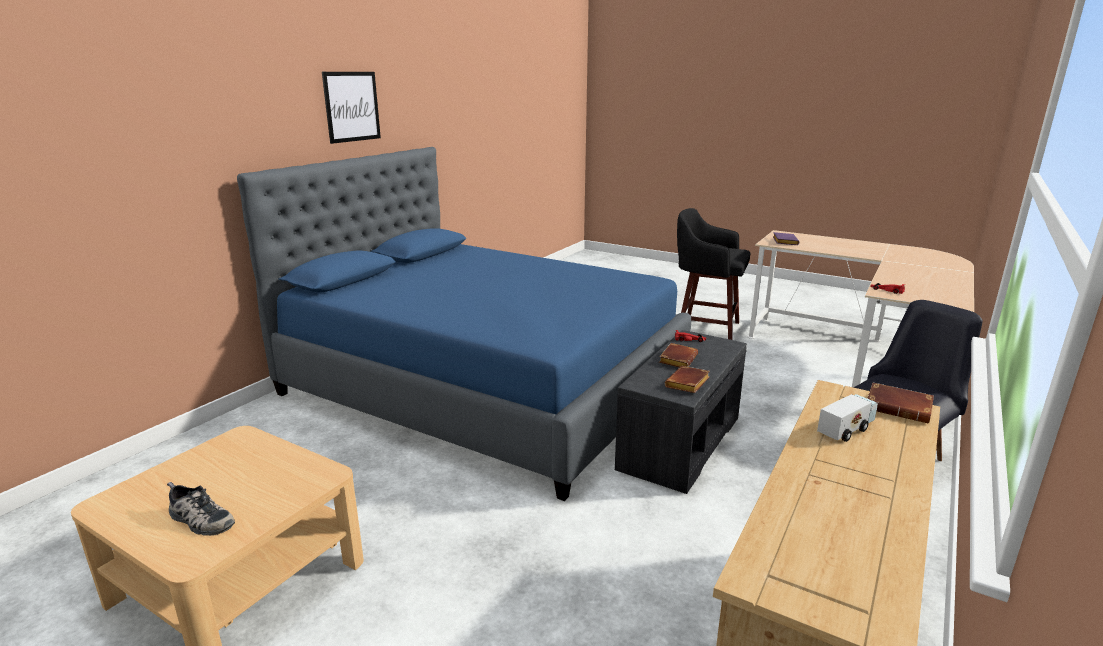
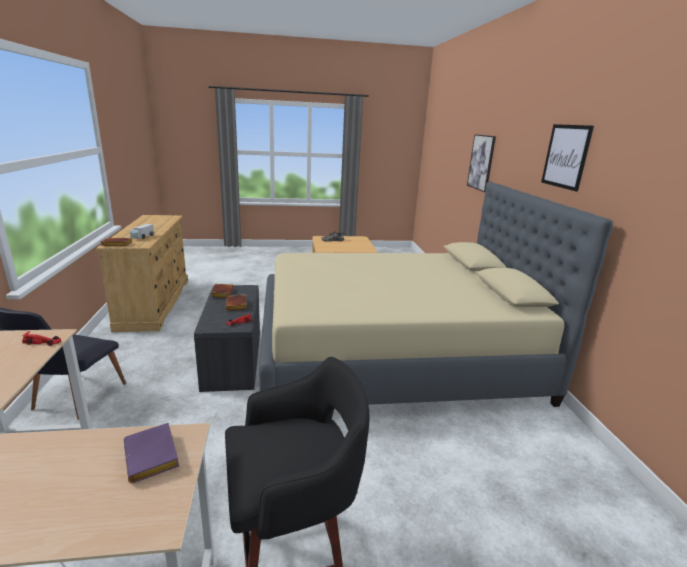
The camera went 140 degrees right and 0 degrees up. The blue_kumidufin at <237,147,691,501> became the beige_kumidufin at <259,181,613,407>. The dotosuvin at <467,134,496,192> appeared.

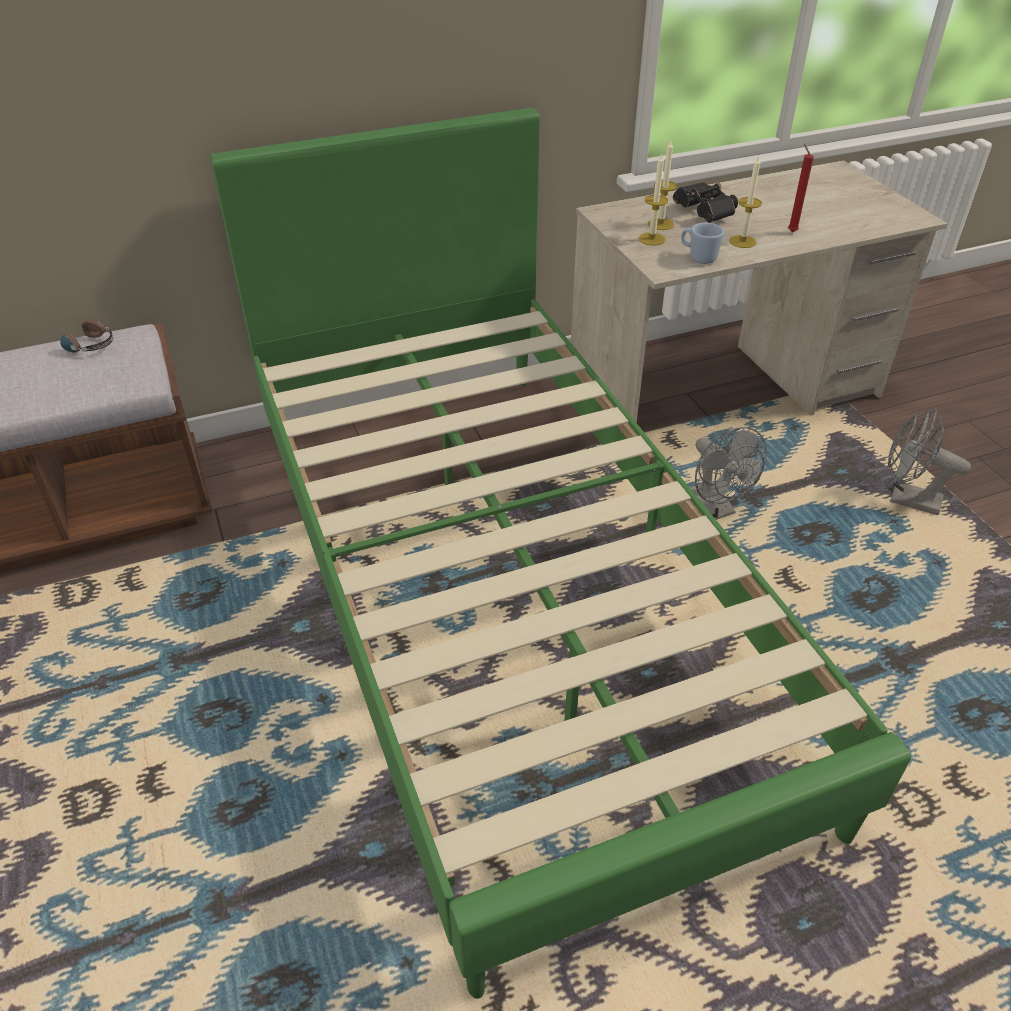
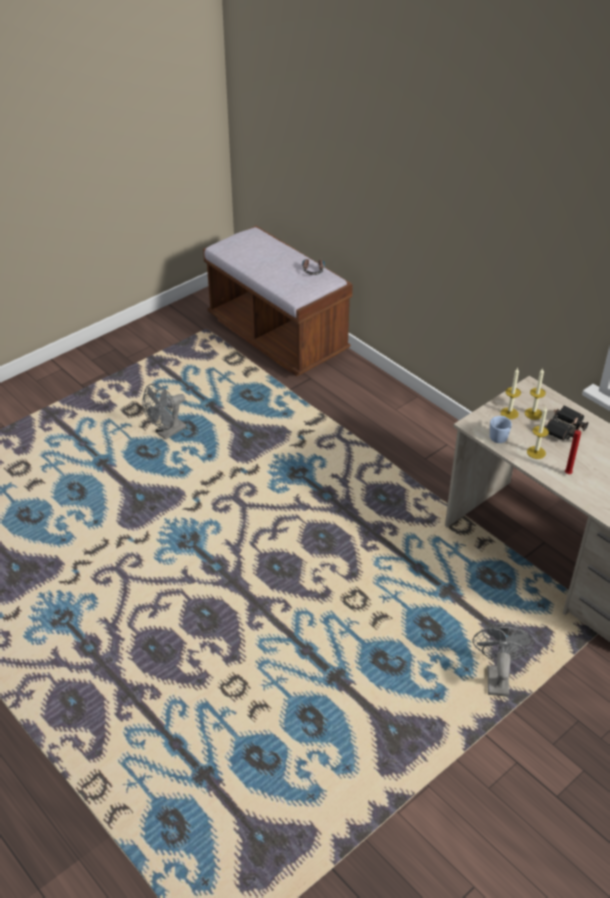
The camera went 70 degrees right and 0 degrees up. The green_kumidufin at <210,108,911,999> disappeared. The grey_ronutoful moved from <689,427,767,520> to <142,384,186,440>.

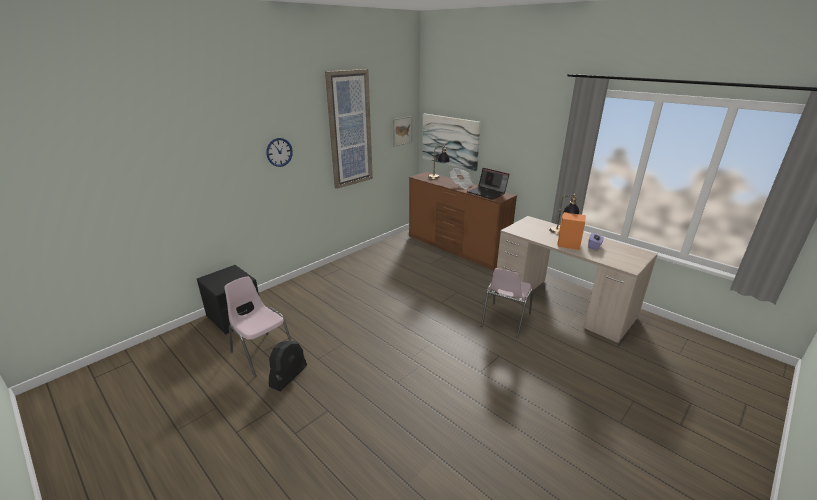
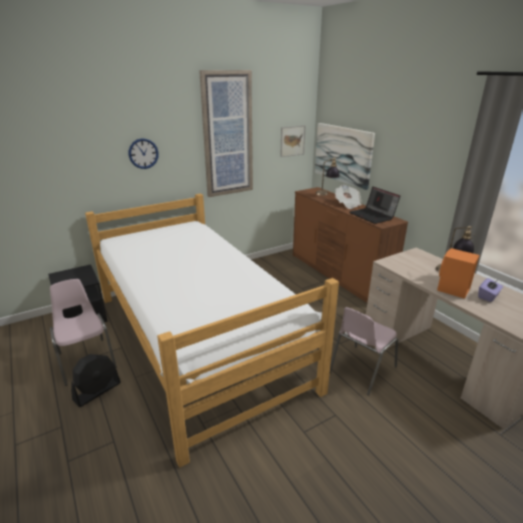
The camera went 15 degrees right and 0 degrees up. The kumidufin at <85,194,339,467> appeared.

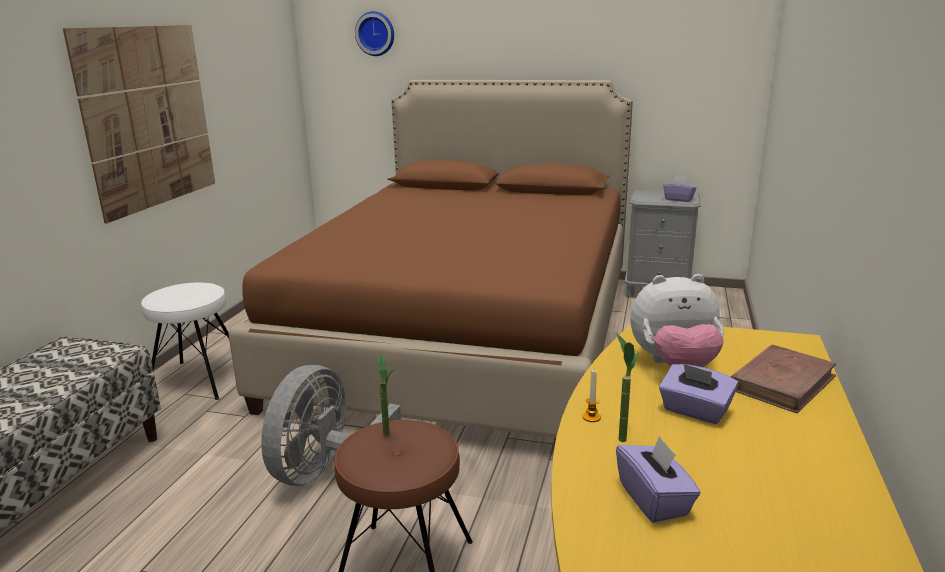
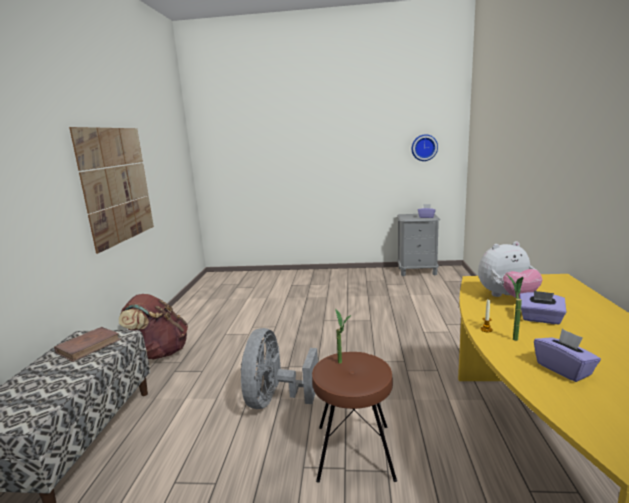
The camera went 10 degrees left and 5 degrees down. The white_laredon at <141,283,229,400> was replaced by the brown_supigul at <119,294,188,359>. The brown_kumidufin at <228,80,633,438> disappeared. The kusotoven moved from <355,11,394,56> to <411,134,438,161>. The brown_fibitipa moved from <731,344,836,413> to <54,327,121,362>.

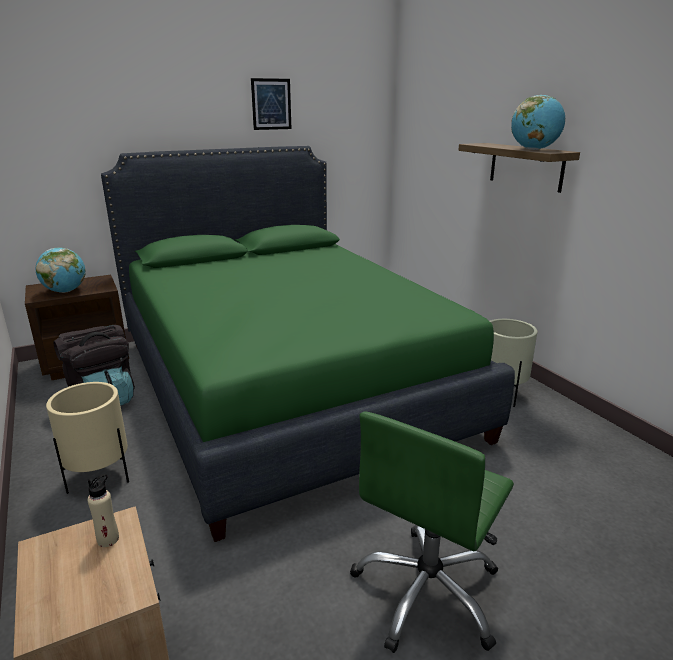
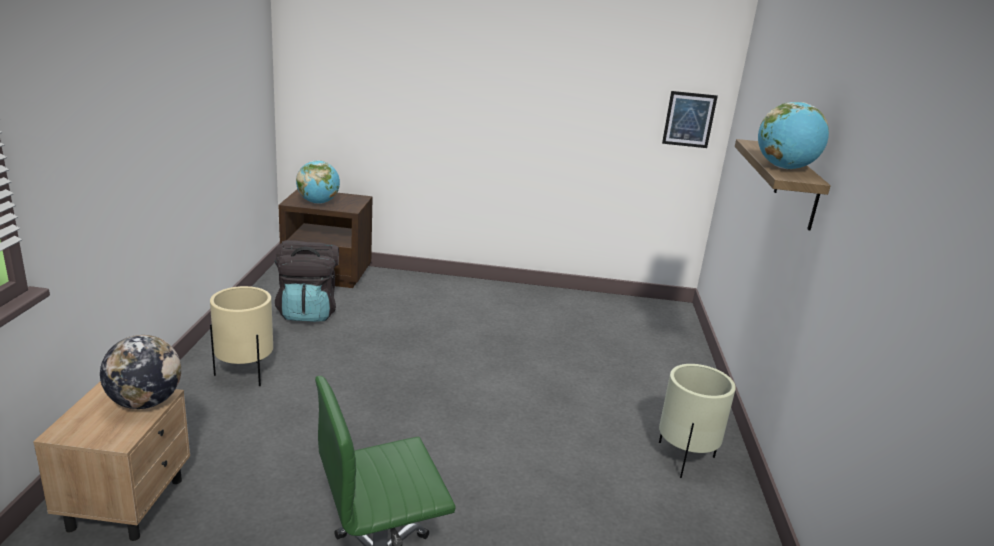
The camera went 30 degrees right and 0 degrees up. The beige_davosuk at <88,474,119,547> was replaced by the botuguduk at <100,335,181,409>. The green_kumidufin at <101,146,515,542> disappeared. The dotosuvin moved from <251,78,291,130> to <662,91,718,148>.

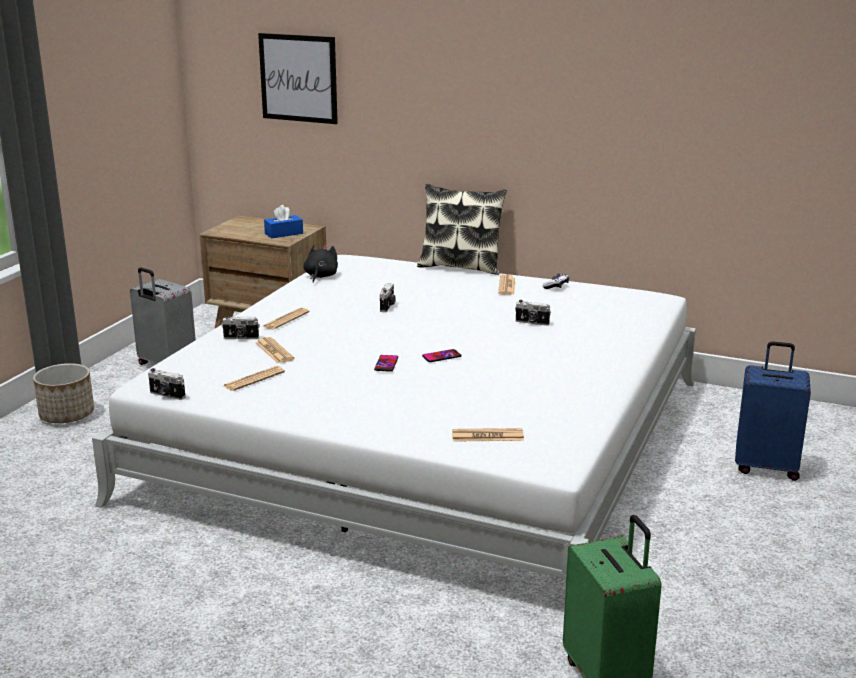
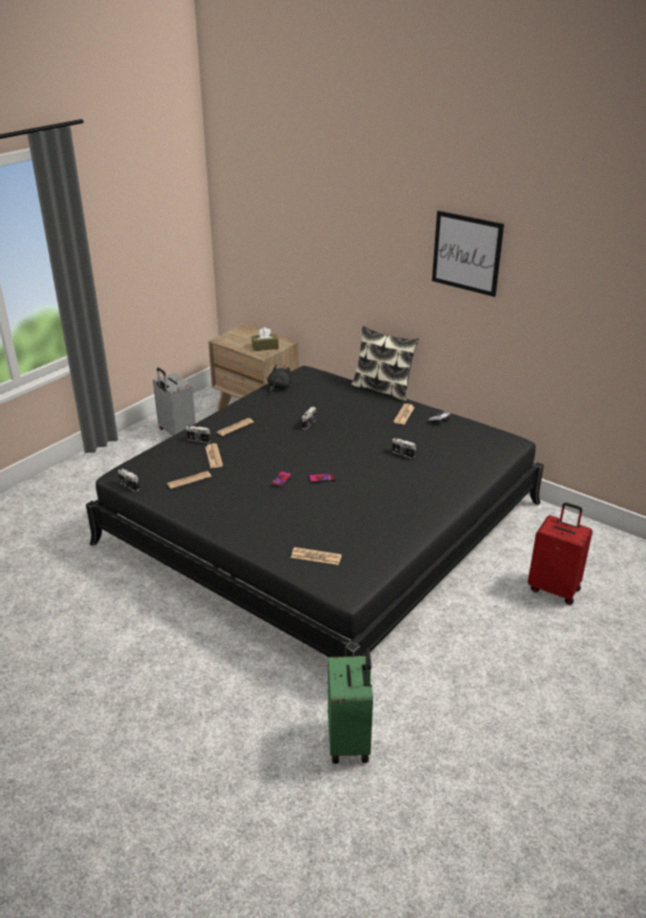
The camera went 15 degrees right and 10 degrees up. The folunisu at <33,363,94,423> disappeared. The white_kumidufin at <92,255,696,579> became the black_kumidufin at <86,366,544,657>. The dotosuvin moved from <258,33,338,124> to <432,211,504,297>. The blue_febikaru at <264,205,303,239> became the brown_febikaru at <252,327,279,351>. The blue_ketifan at <735,341,811,481> became the red_ketifan at <528,502,592,605>.

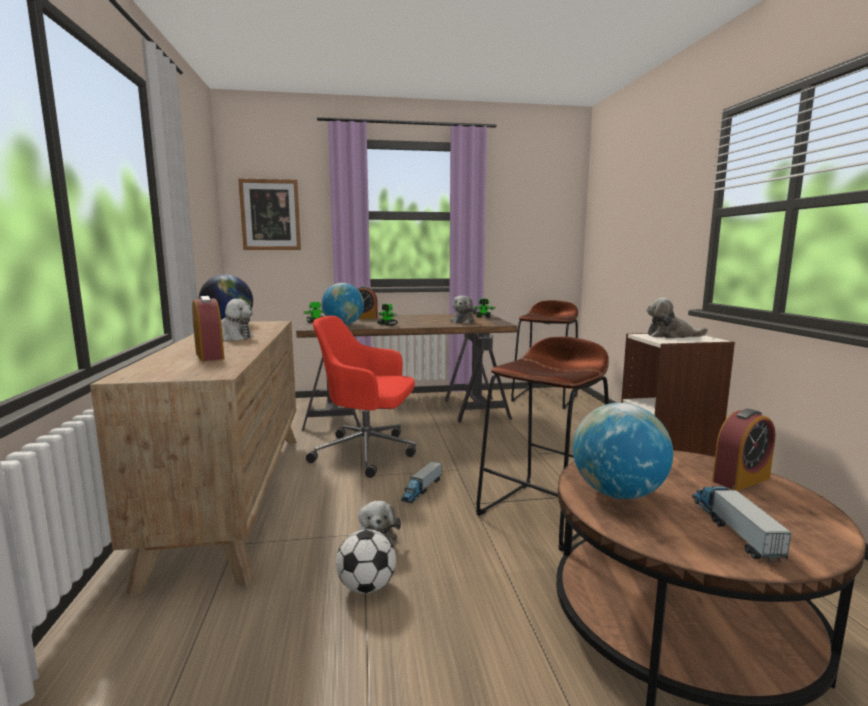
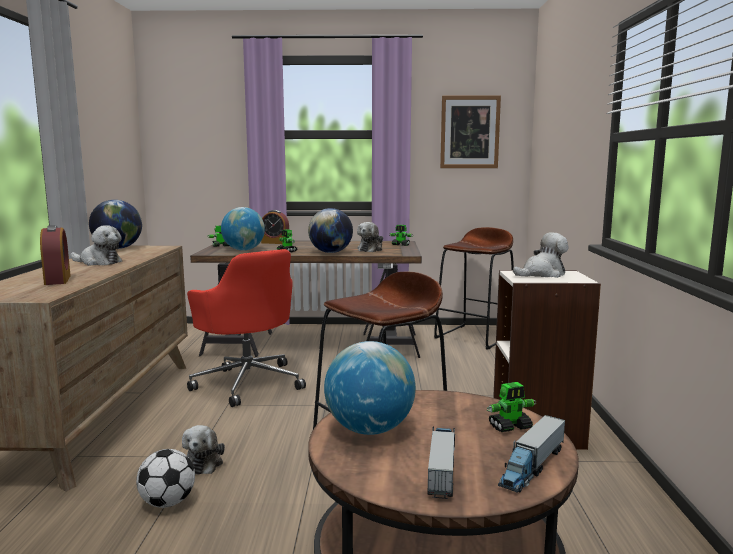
The camera went 10 degrees right and 0 degrees up. The dotosuvin moved from <238,178,301,250> to <440,95,501,168>. The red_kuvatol at <306,316,416,478> turned 150 degrees counterclockwise. The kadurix moved from <401,461,442,503> to <498,415,565,493>. The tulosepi at <646,298,708,338> turned 135 degrees clockwise. The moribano at <712,409,775,491> was replaced by the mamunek at <487,382,537,432>. The botuguduk at <308,208,353,253> appeared.

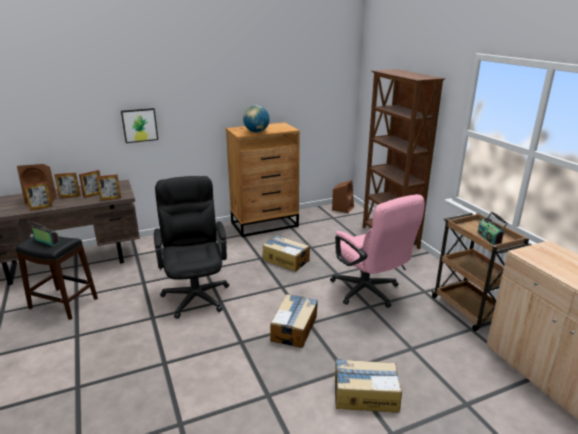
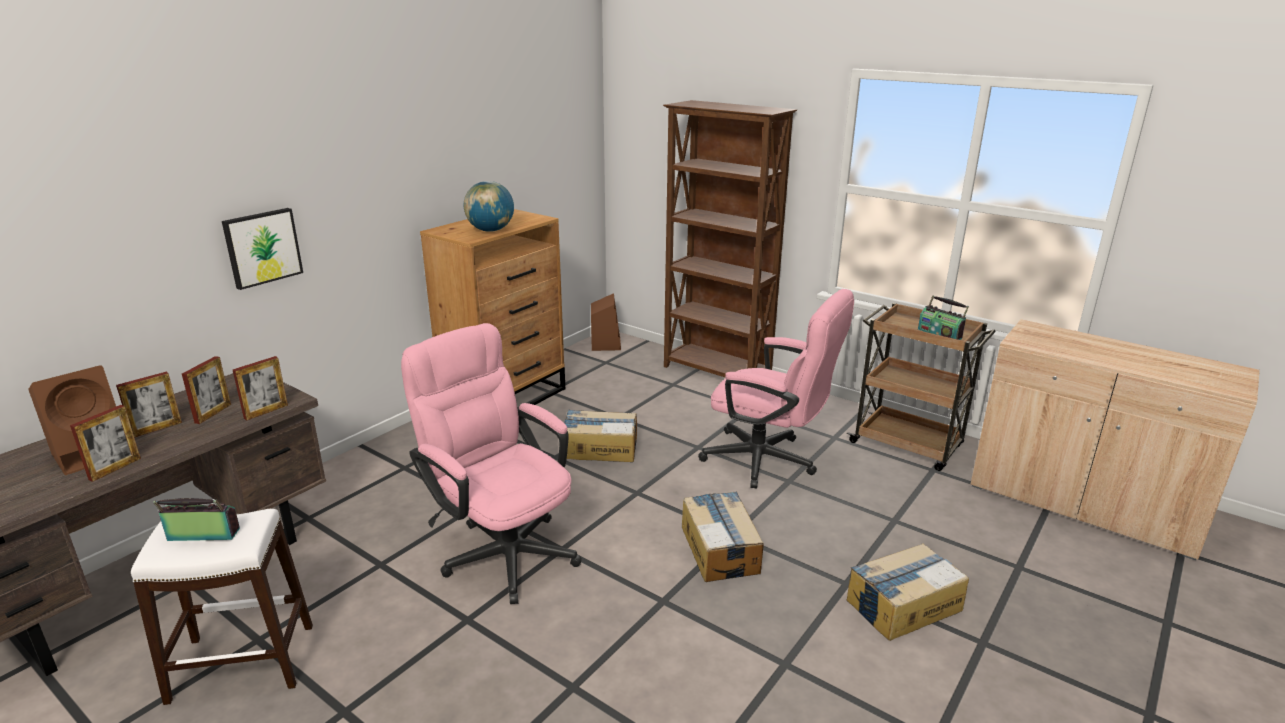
The camera went 30 degrees left and 0 degrees up. The black_laredon at <16,236,98,320> became the white_laredon at <131,509,313,705>. The black_kuvatol at <154,176,229,319> became the pink_kuvatol at <401,323,582,604>.

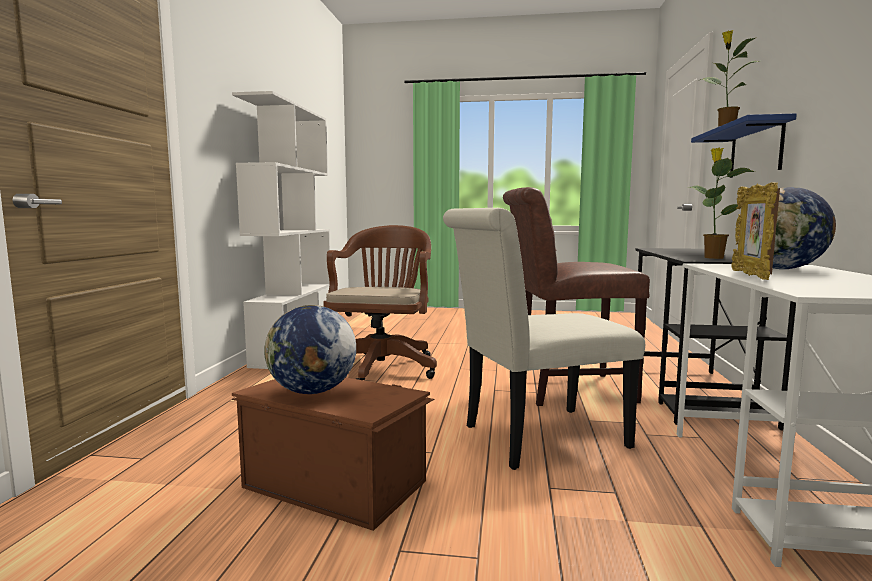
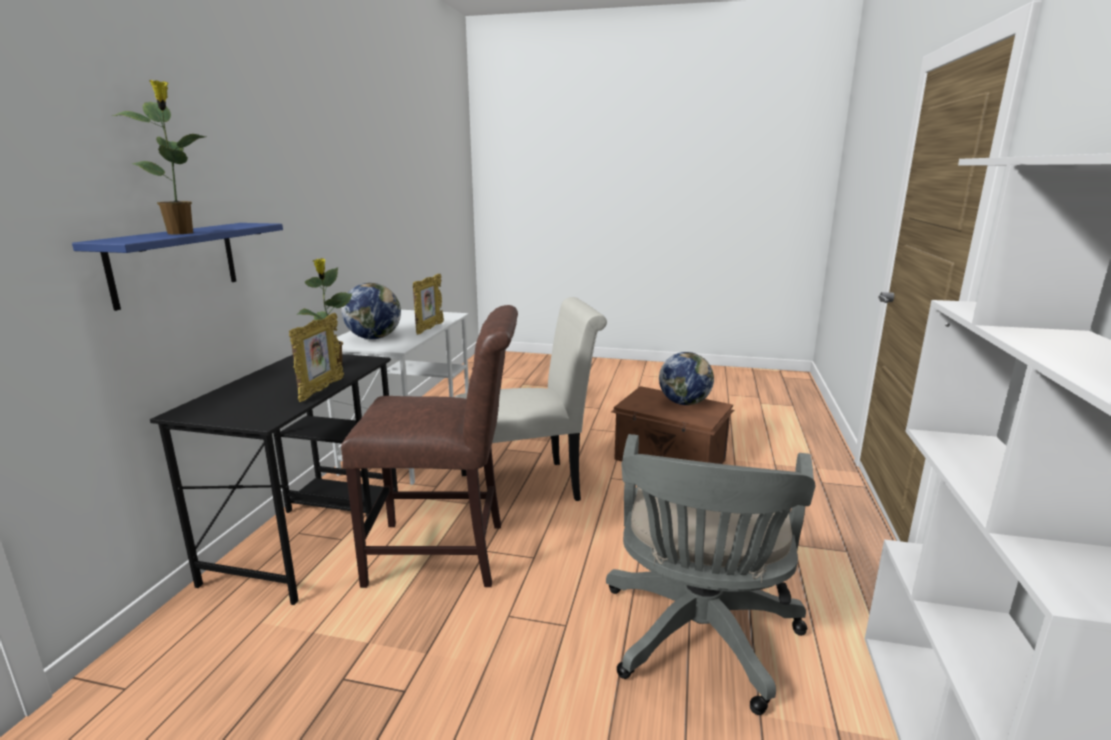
The camera went 175 degrees left and 10 degrees up. The brown_kuvatol at <324,225,437,380> became the grey_kuvatol at <606,434,815,715>. The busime at <289,313,344,402> appeared.

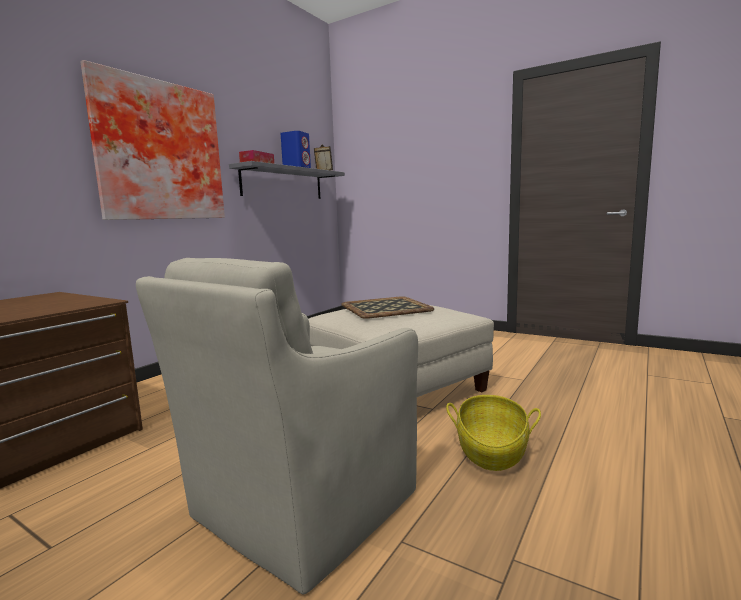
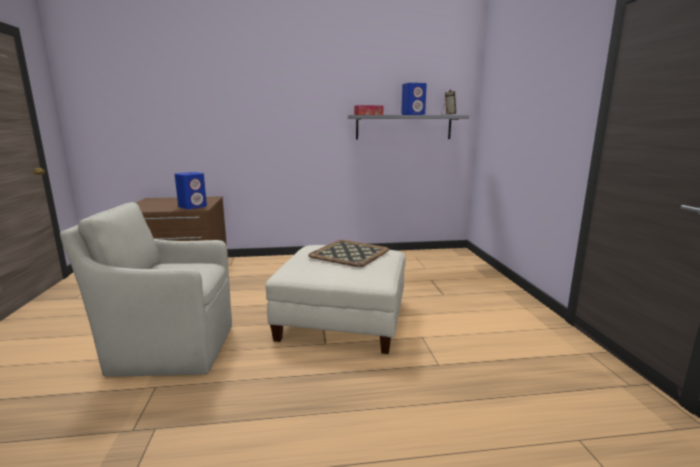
The camera went 50 degrees right and 5 degrees up. The dotosuvin at <80,60,225,220> disappeared. The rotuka at <446,395,541,471> disappeared. The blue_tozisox at <175,172,207,209> appeared.

